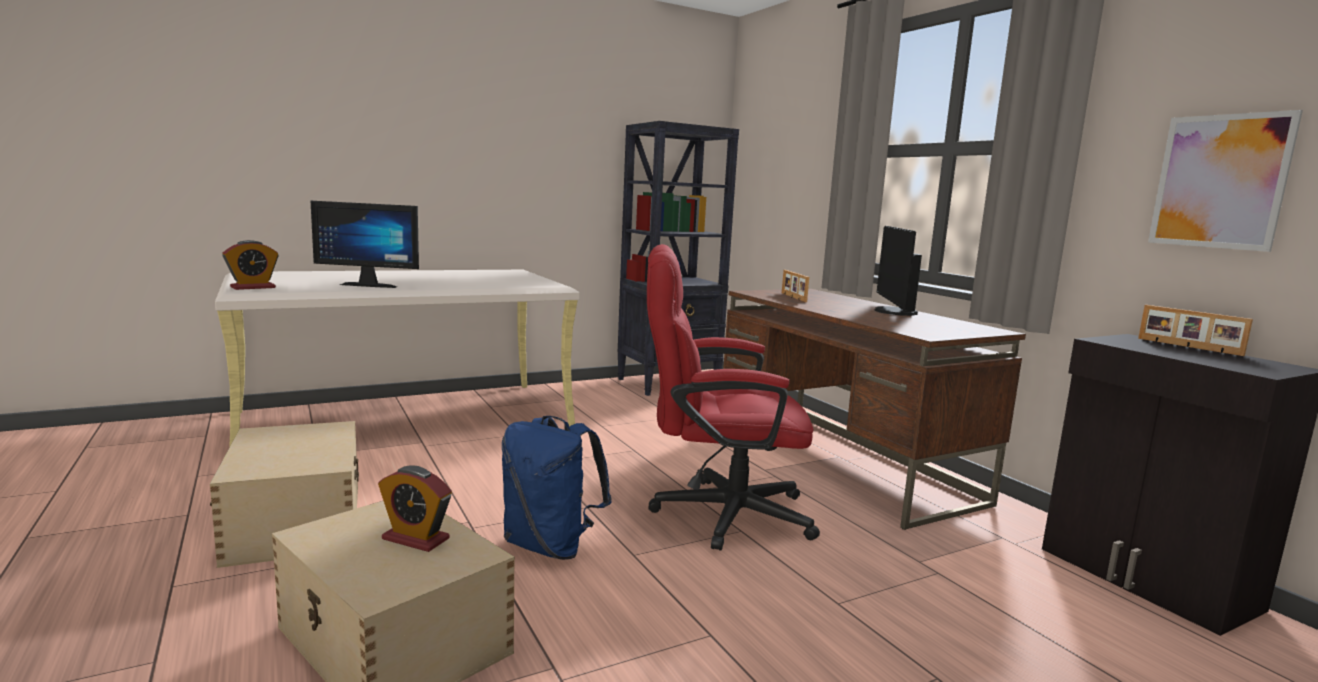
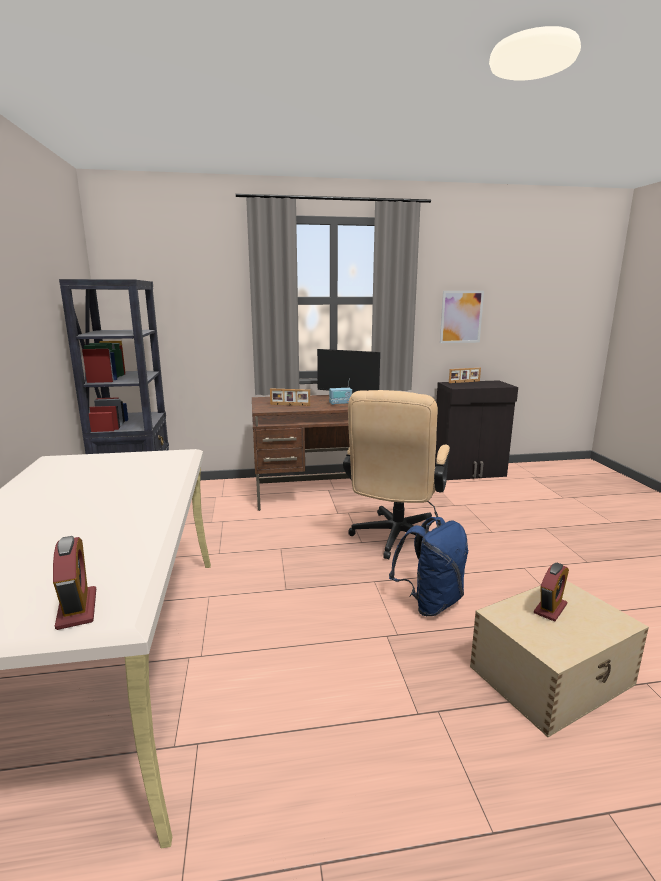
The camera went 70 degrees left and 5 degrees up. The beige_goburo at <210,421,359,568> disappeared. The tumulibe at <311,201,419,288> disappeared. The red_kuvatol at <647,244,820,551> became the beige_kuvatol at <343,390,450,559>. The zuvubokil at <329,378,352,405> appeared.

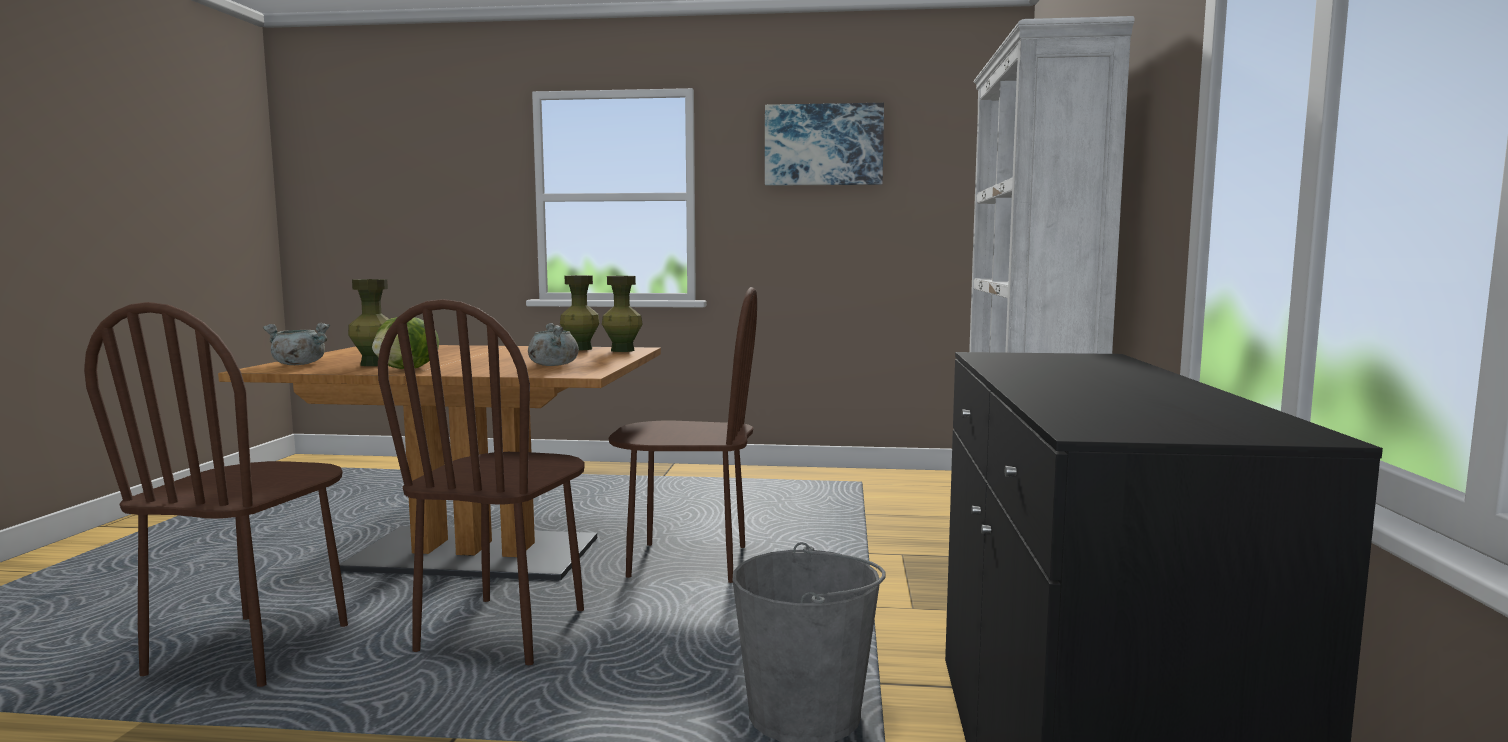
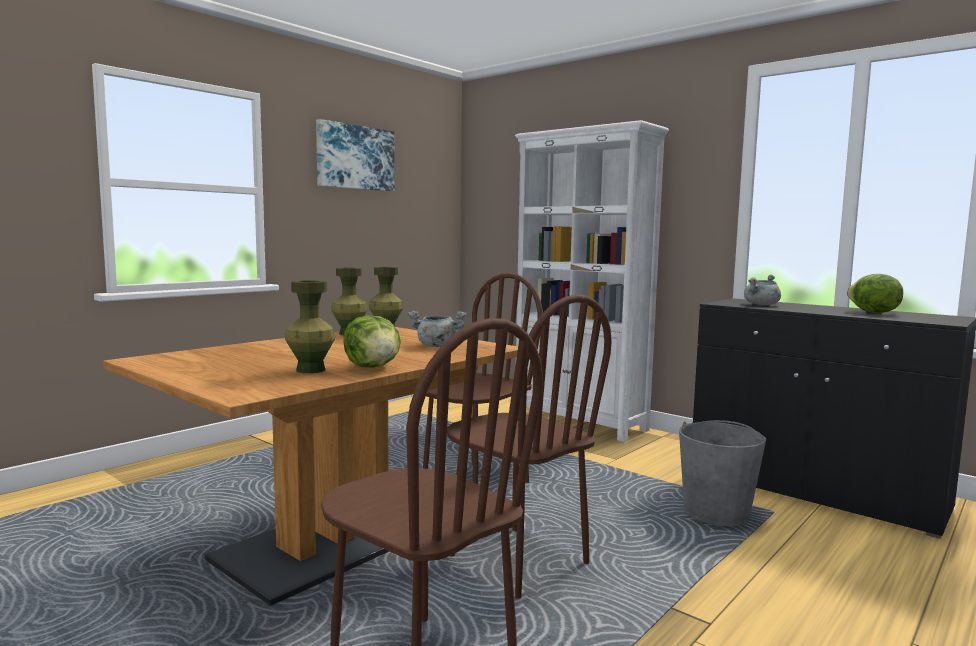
The camera went 55 degrees left and 0 degrees up. The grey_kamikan moved from <263,323,330,365> to <744,274,781,305>. The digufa at <847,274,903,313> appeared.

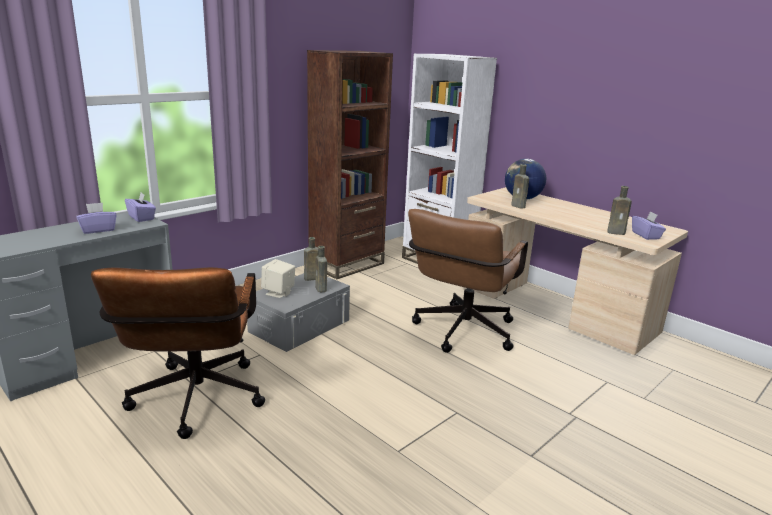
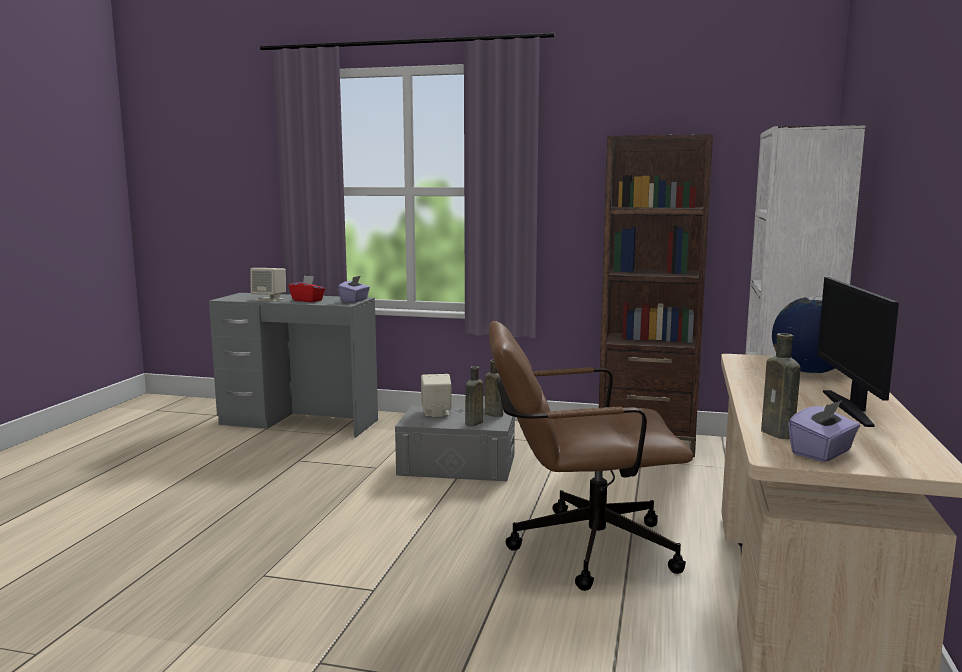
The camera went 60 degrees right and 10 degrees down. The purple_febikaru at <76,202,116,234> became the red_febikaru at <289,275,325,302>. The brown_kuvatol at <91,267,265,439> disappeared. The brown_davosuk at <511,164,529,208> disappeared. The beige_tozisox at <250,268,286,302> appeared. The tumulibe at <817,277,899,427> appeared.

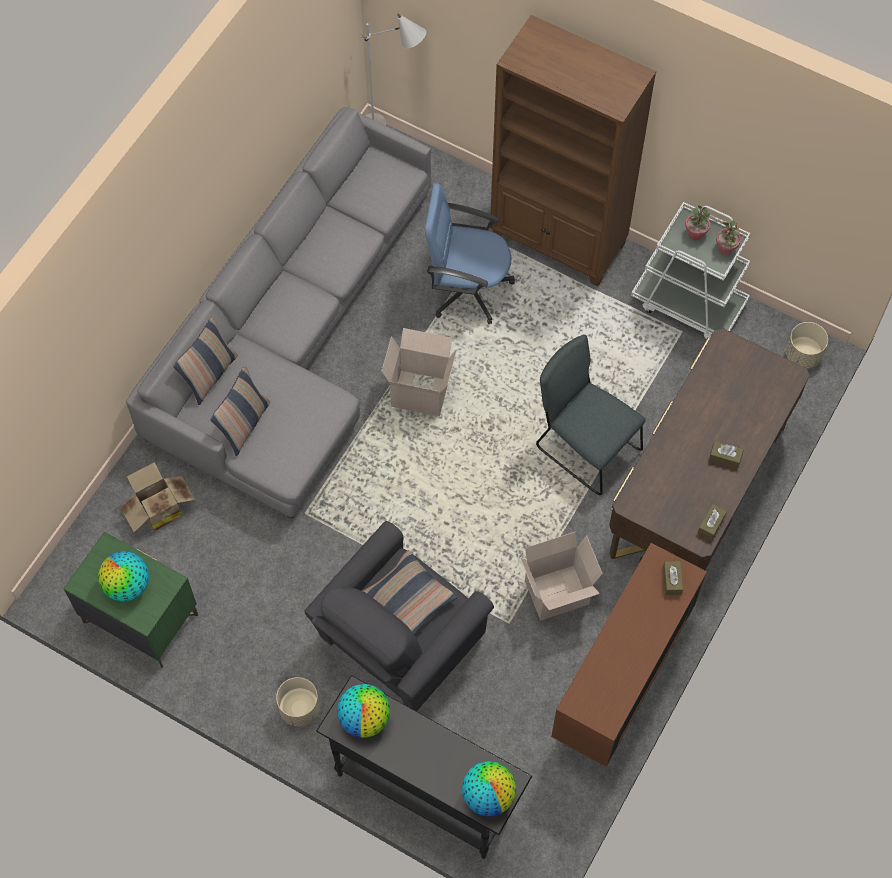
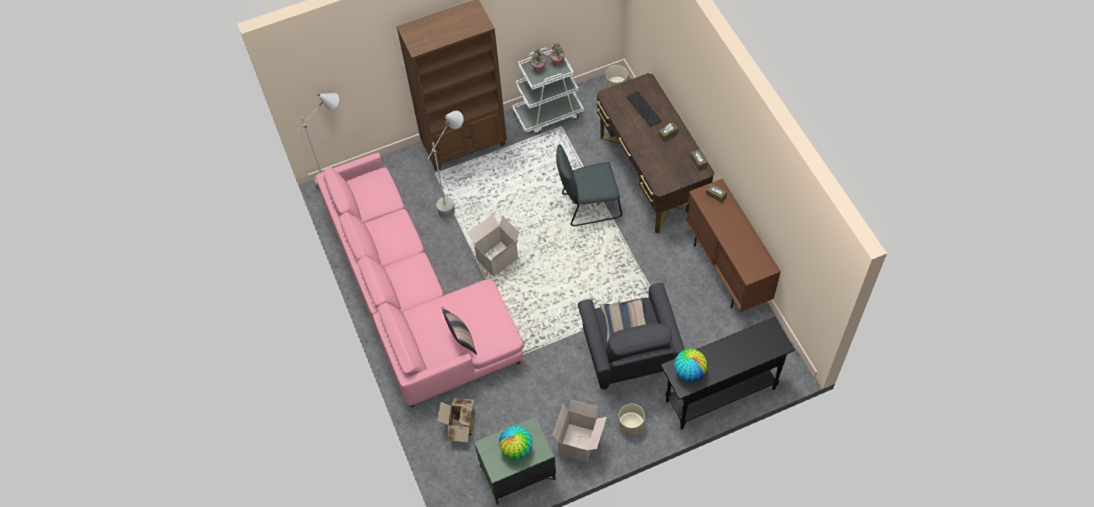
The camera went 50 degrees left and 5 degrees down. The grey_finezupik at <126,107,431,519> became the pink_finezupik at <316,153,524,408>. The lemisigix at <173,316,238,405> disappeared. The blue_kuvatol at <425,183,515,324> was replaced by the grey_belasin at <427,111,464,218>. The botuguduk at <462,761,516,817> disappeared. The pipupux moved from <520,532,603,620> to <553,400,607,463>. The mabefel at <627,91,662,127> appeared.

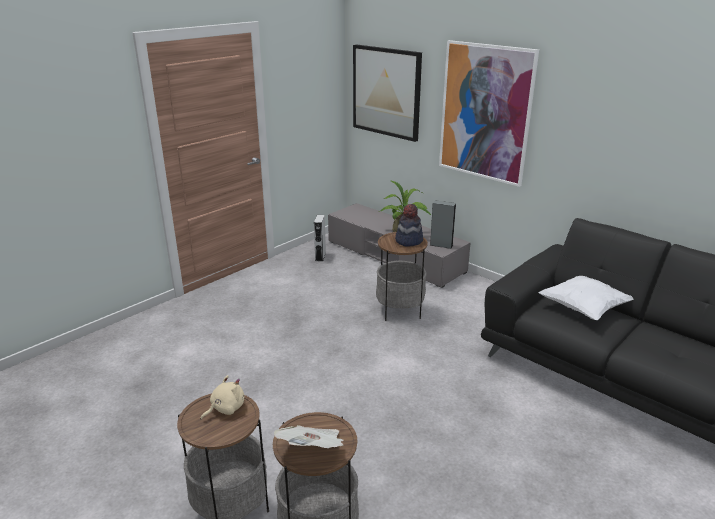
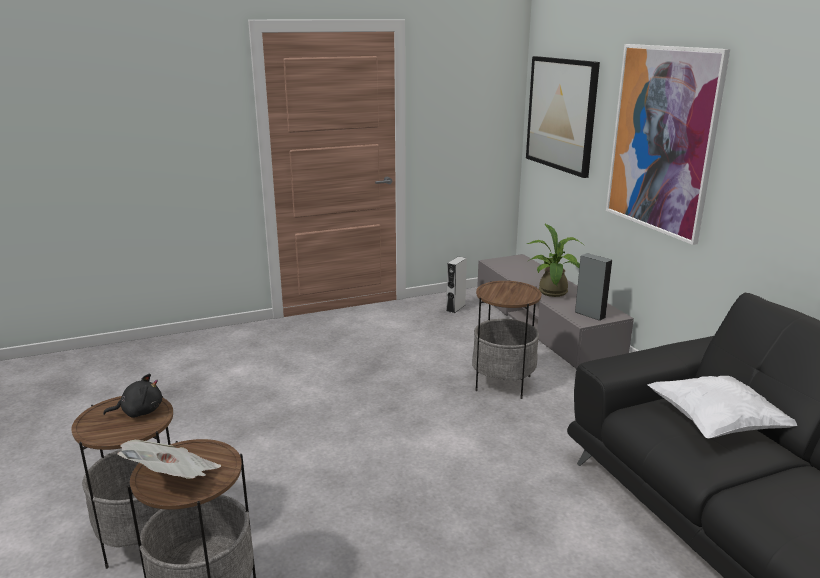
The camera went 25 degrees right and 5 degrees down. The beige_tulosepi at <201,375,244,420> became the black_tulosepi at <103,373,162,418>. The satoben at <395,204,423,247> disappeared.

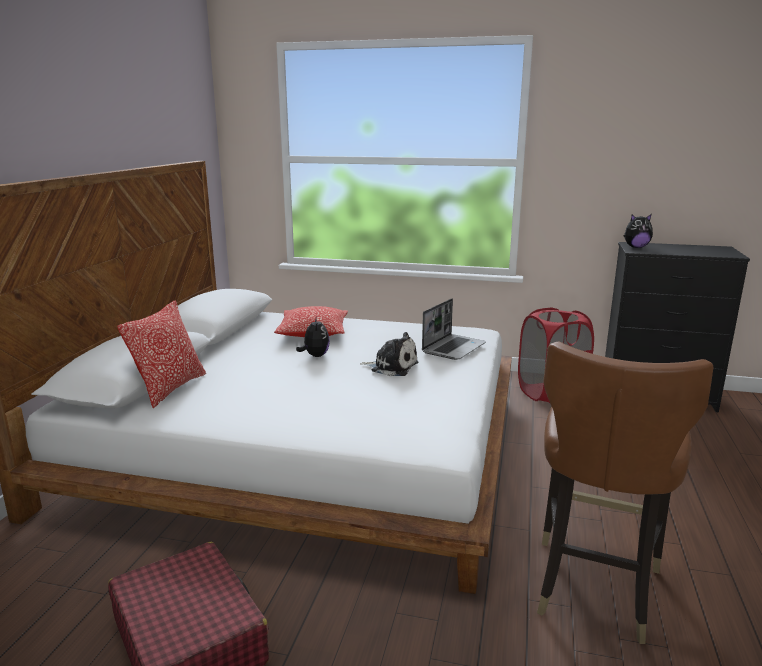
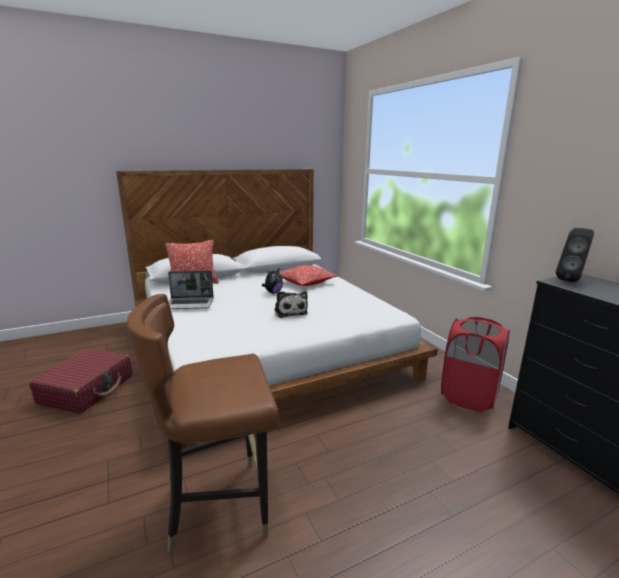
The camera went 50 degrees right and 0 degrees up. The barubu moved from <422,298,486,360> to <168,271,214,309>. The tulosepi at <624,214,653,248> was replaced by the black_tozisox at <556,228,594,282>.

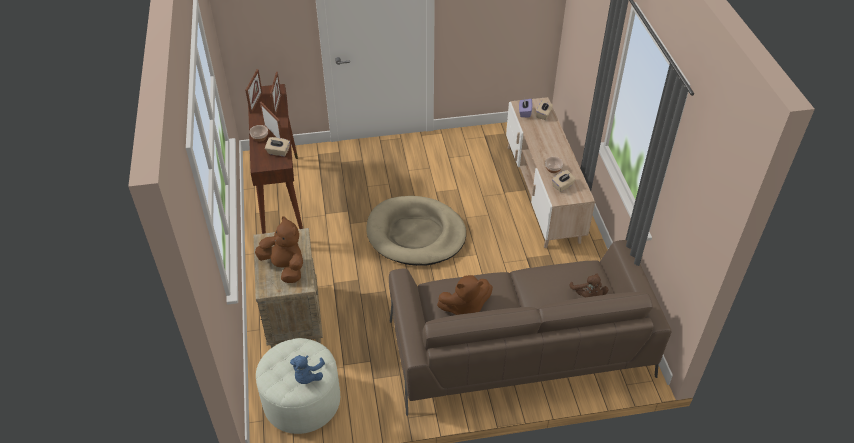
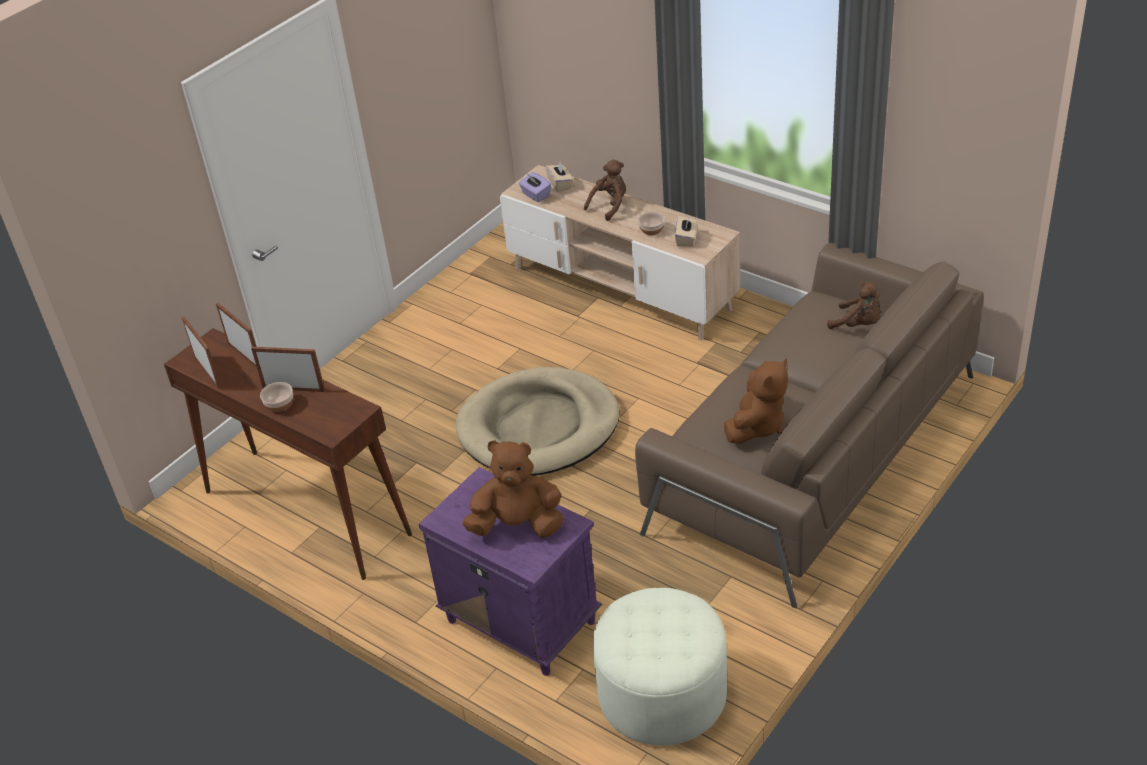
The camera went 40 degrees left and 5 degrees down. The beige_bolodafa at <254,228,323,348> became the purple_bolodafa at <419,467,602,676>. The beige_febikaru at <265,137,290,156> disappeared. The blue_tulosepi at <290,355,325,384> disappeared. The brown_tulosepi at <584,160,626,221> appeared.

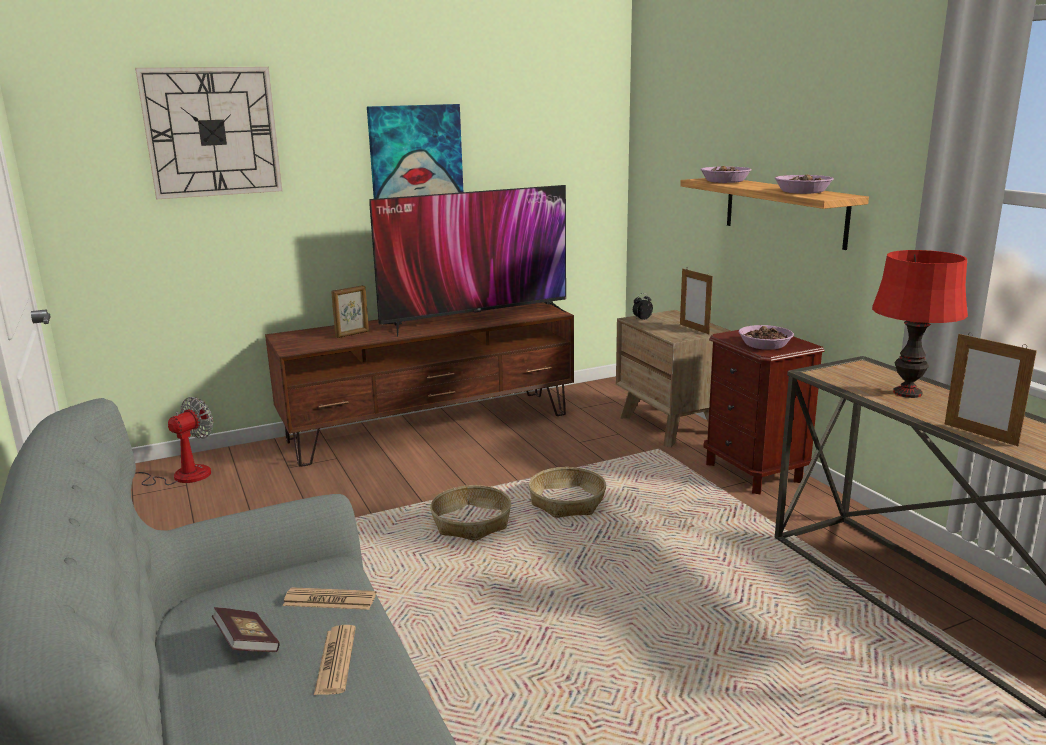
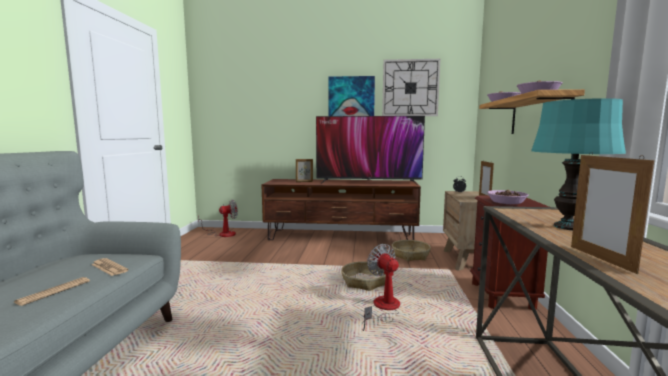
The camera went 30 degrees right and 10 degrees down. The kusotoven moved from <135,67,282,200> to <382,59,440,116>. The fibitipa at <212,607,280,652> disappeared. The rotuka moved from <430,485,511,541> to <392,240,431,261>. The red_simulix at <872,250,968,398> became the turquoise_simulix at <531,98,626,230>. The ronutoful at <362,244,400,331> appeared.

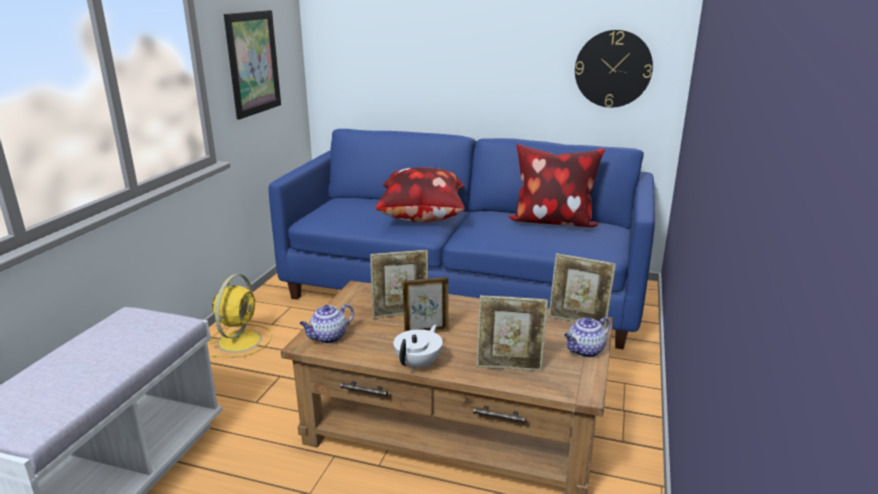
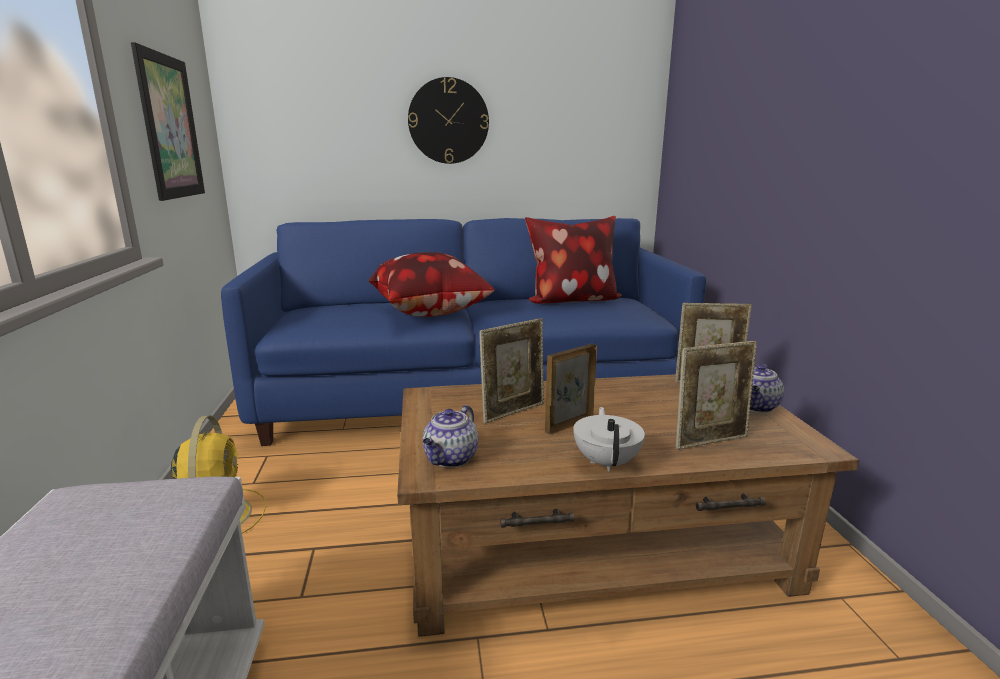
The camera went 25 degrees left and 5 degrees down. The kusotoven moved from <575,30,653,108> to <408,77,489,164>.

